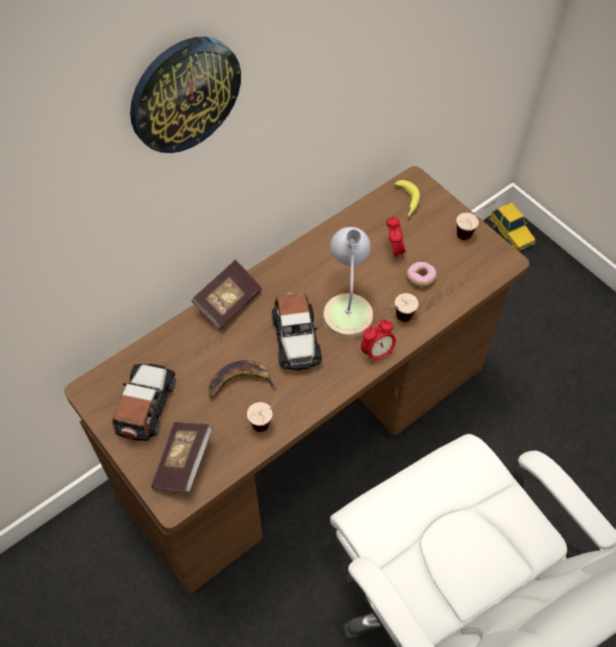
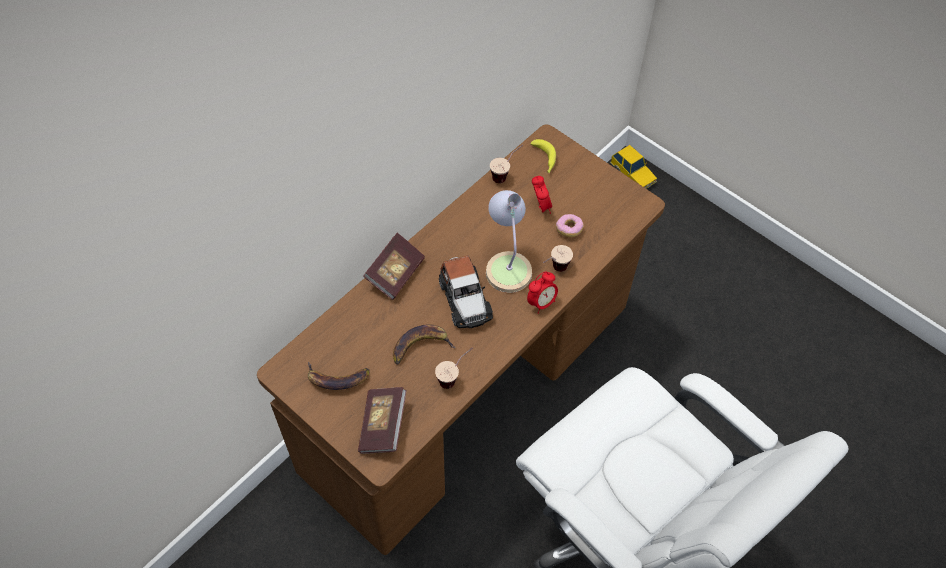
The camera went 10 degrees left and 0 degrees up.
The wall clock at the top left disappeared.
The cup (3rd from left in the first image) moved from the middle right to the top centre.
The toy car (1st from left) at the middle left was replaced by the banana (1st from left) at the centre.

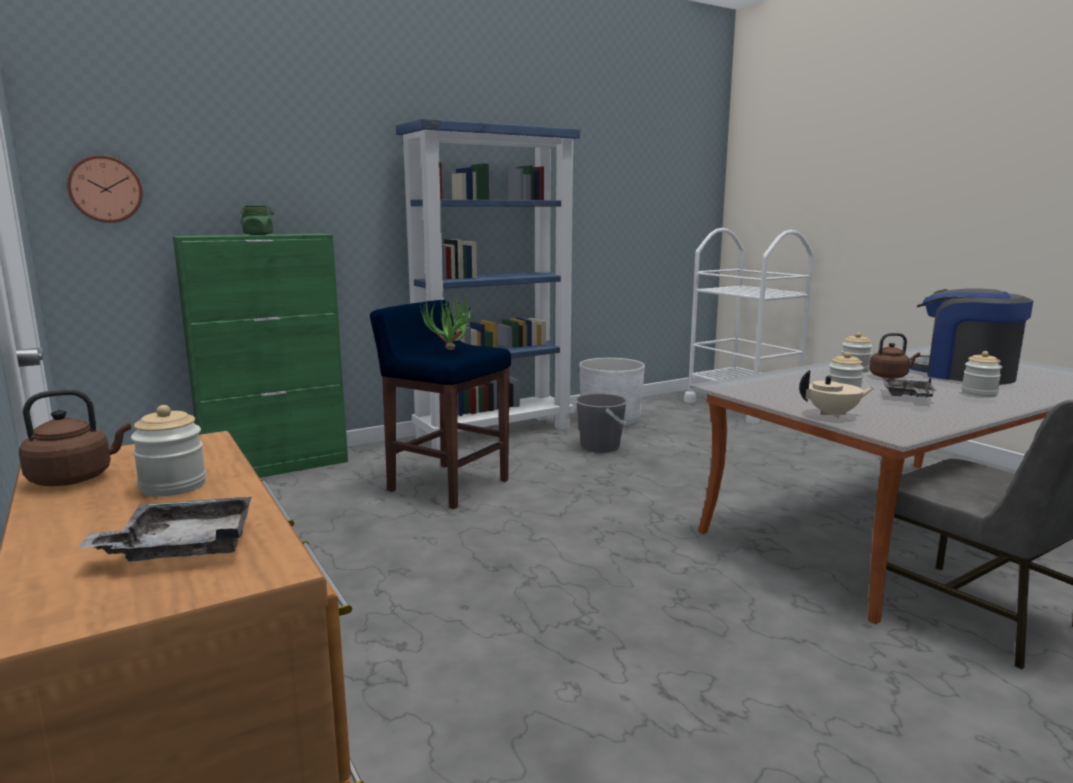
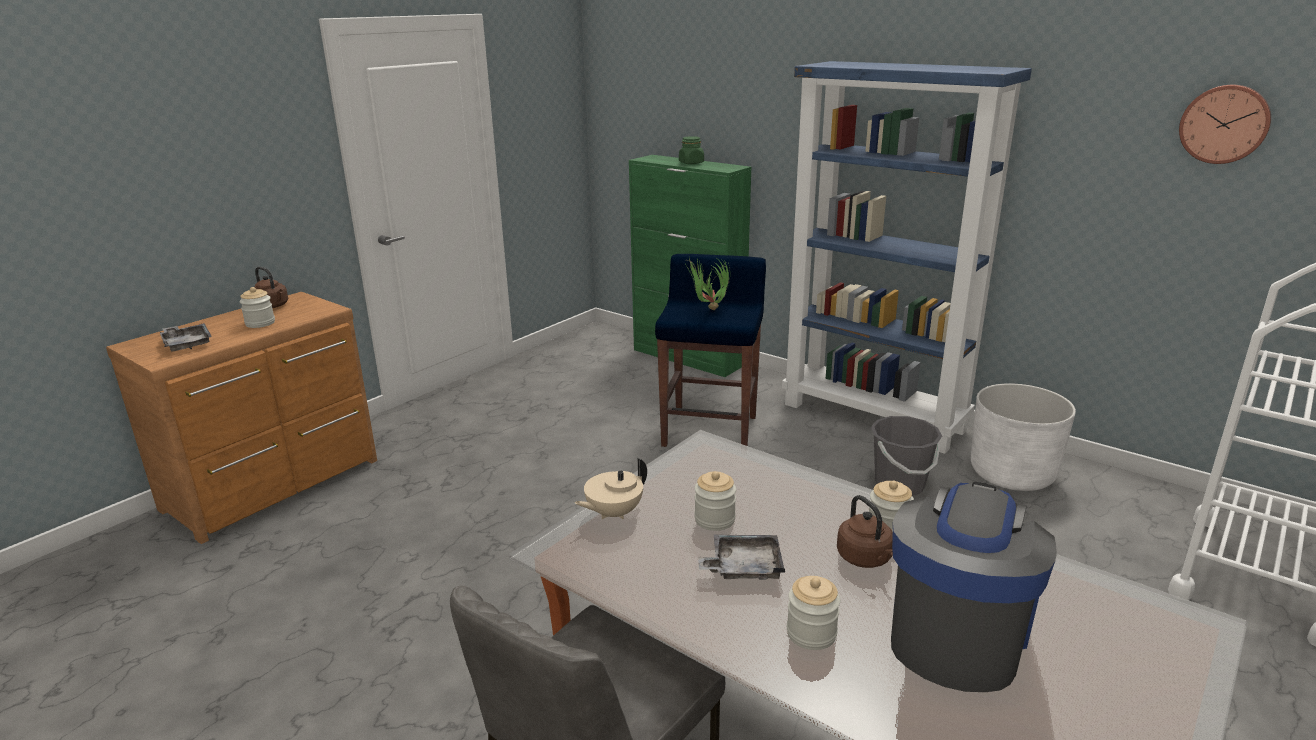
The camera went 70 degrees right and 10 degrees up.
The wall clock moved from the top left to the top right.
The teapot in beige at the middle right turned 75 degrees clockwise.

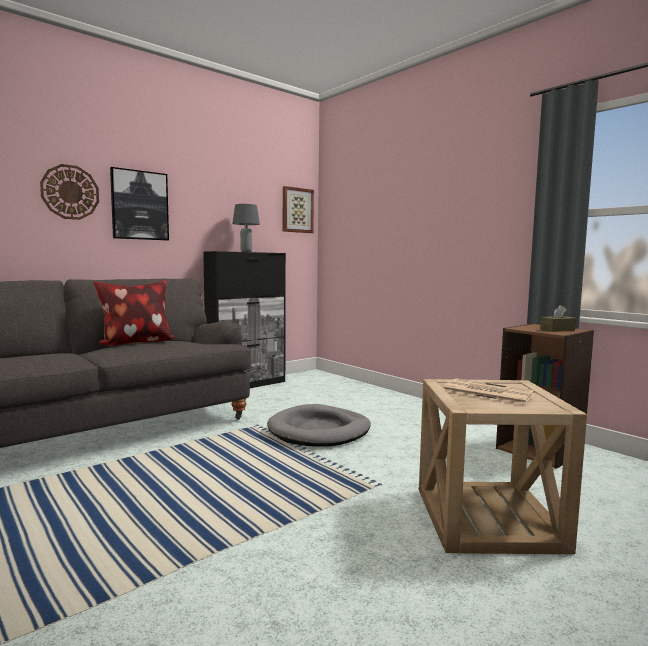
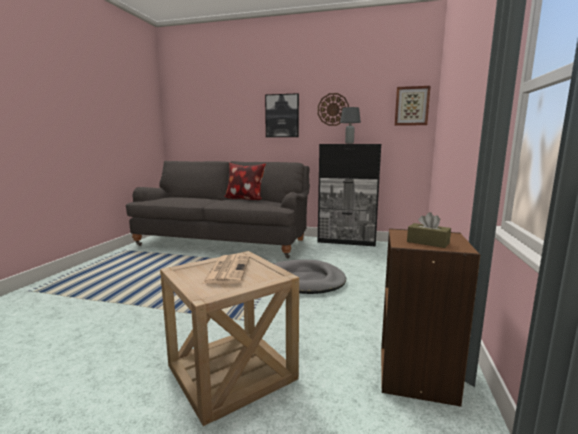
The camera went 55 degrees right and 5 degrees up.
The wall clock moved from the top left to the top centre.

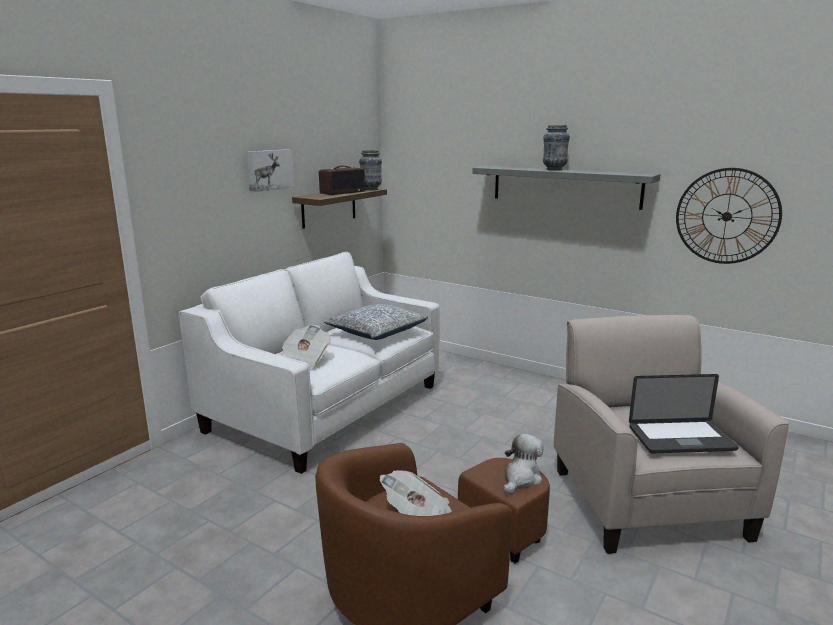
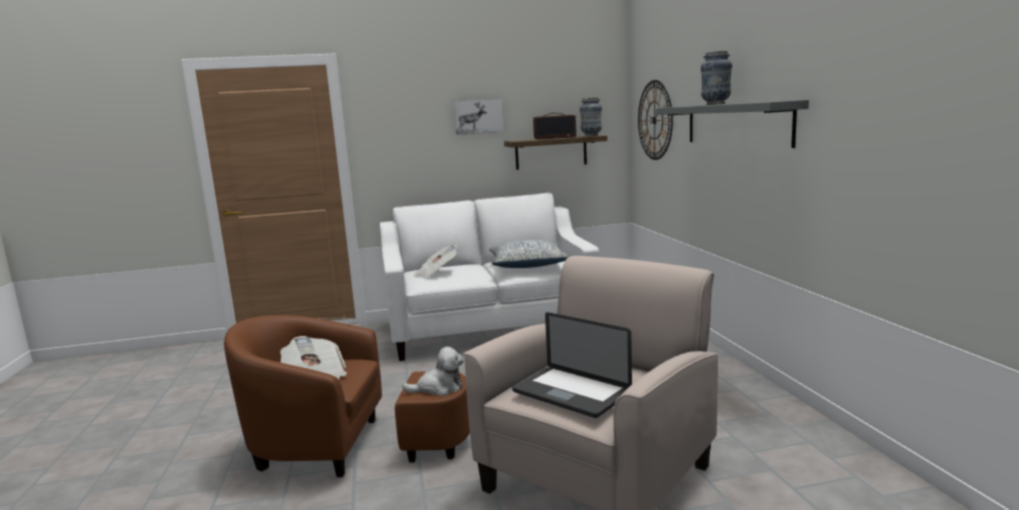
The camera went 45 degrees right and 5 degrees down.
The wall clock moved from the middle right to the top centre.

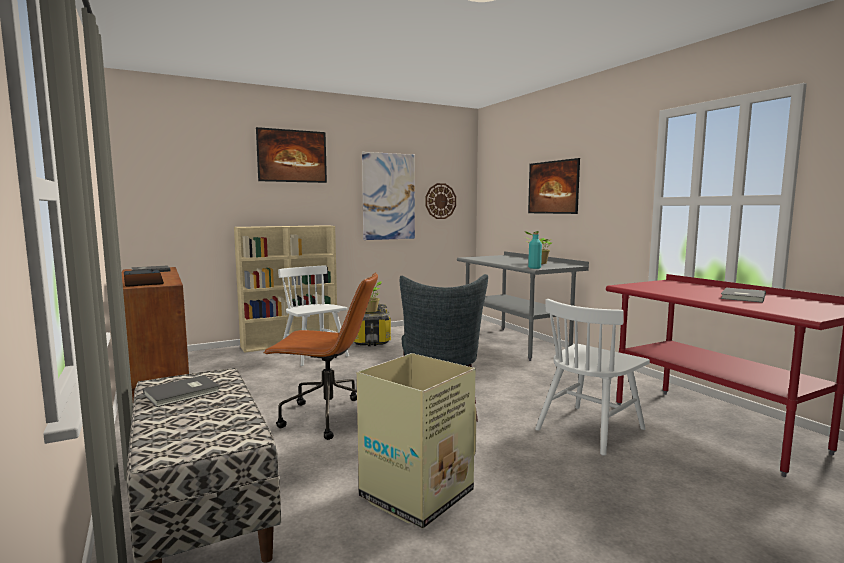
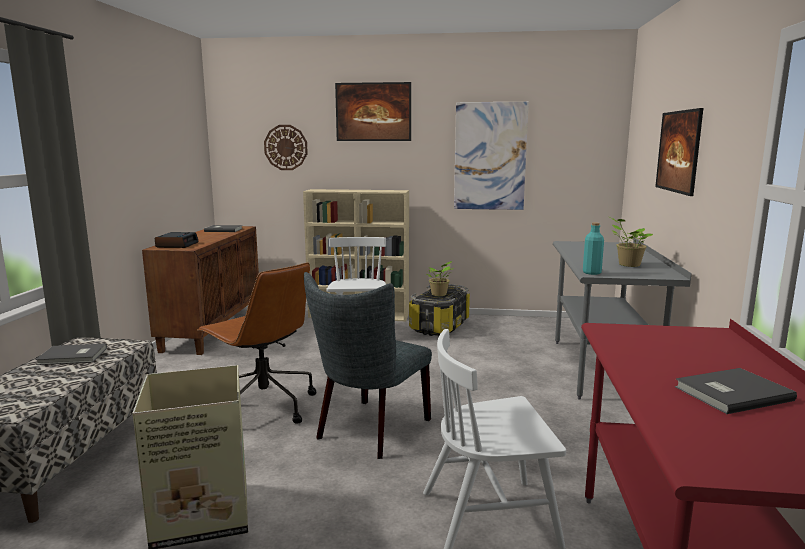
The camera went 35 degrees right and 5 degrees up.
The wall clock moved from the centre to the top centre.

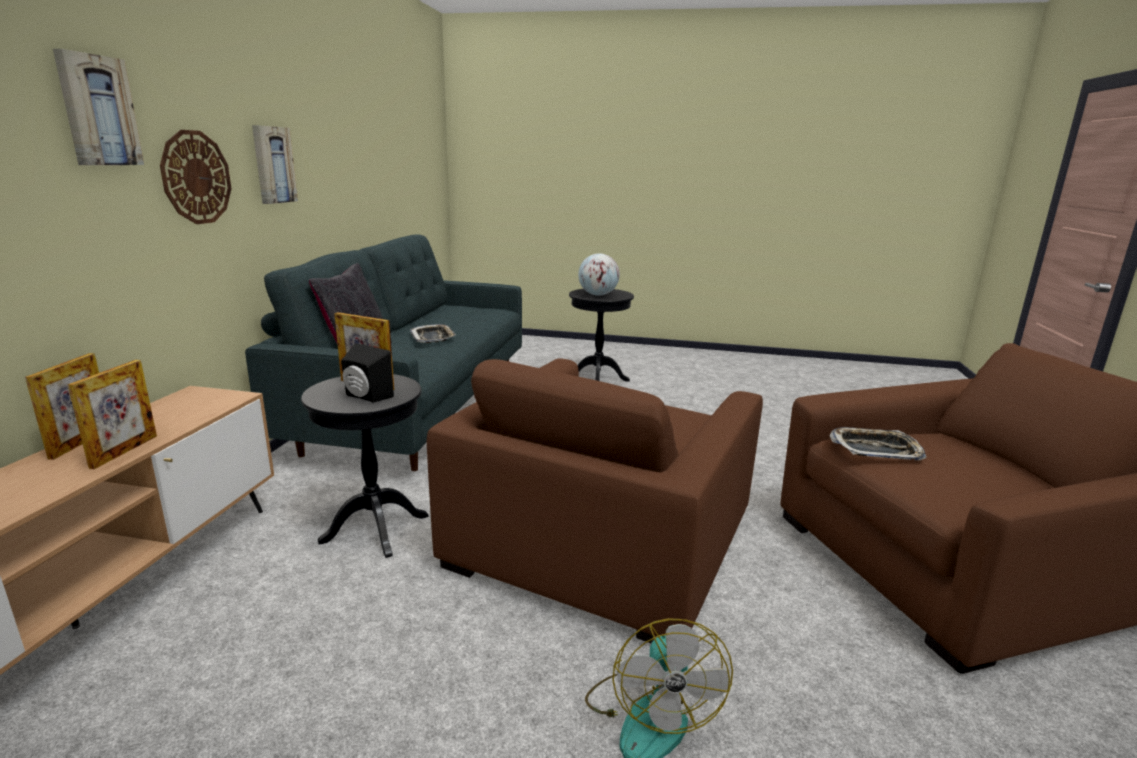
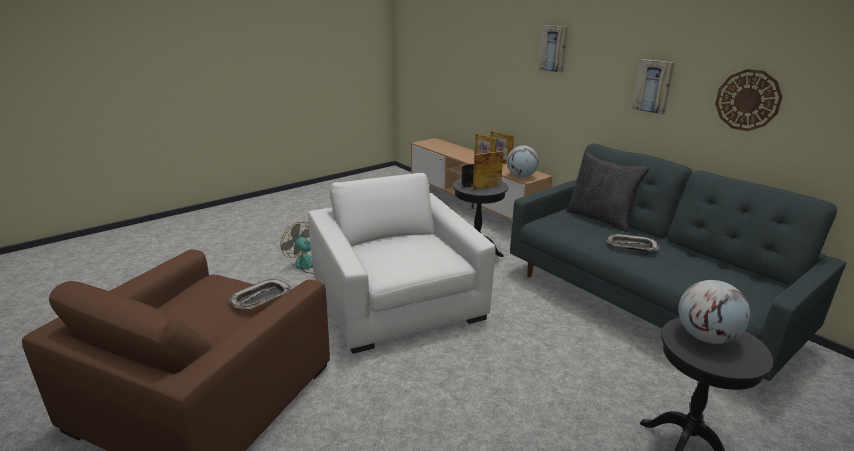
The camera went 130 degrees right and 5 degrees up.
The globe (1st from left) at the centre appeared.
The wall clock moved from the top left to the top right.
The armchair in brown (1st from left) at the centre became the armchair in white at the centre.

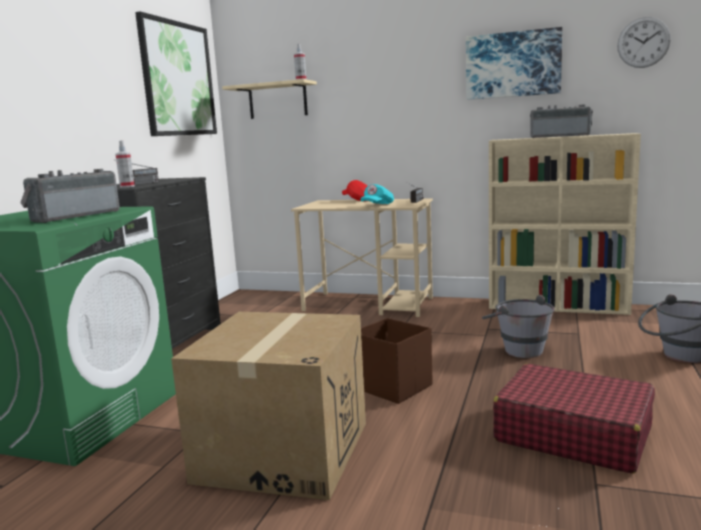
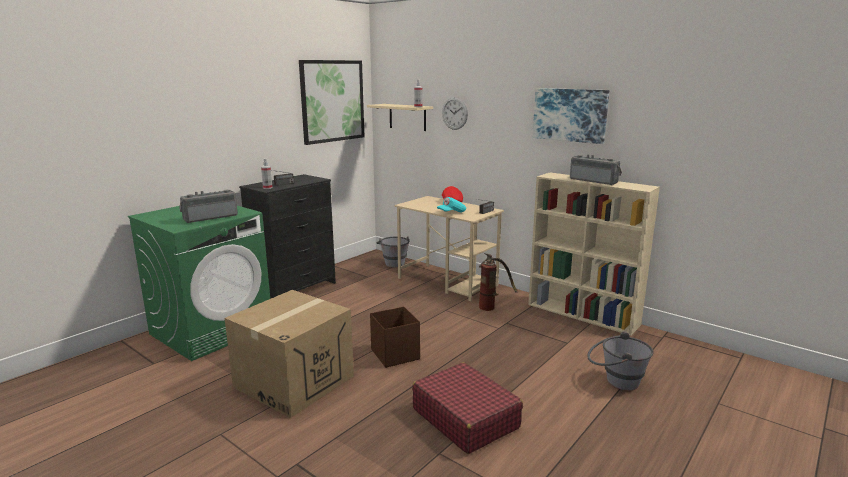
The camera went 20 degrees right and 5 degrees up.
The fire extinguisher at the centre appeared.
The bucket in grey (1st from left) moved from the middle right to the centre.
The wall clock moved from the top right to the top centre.

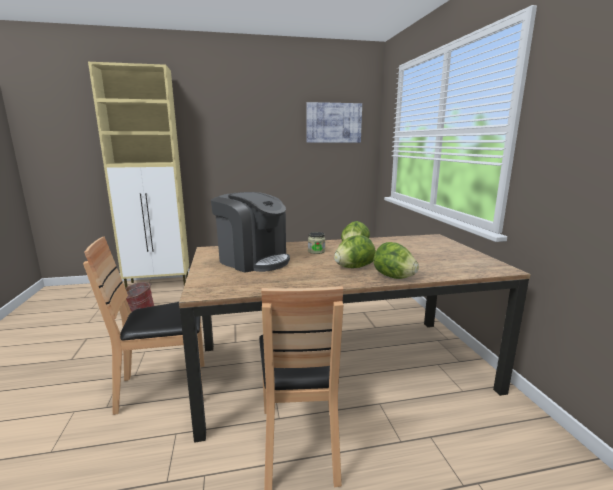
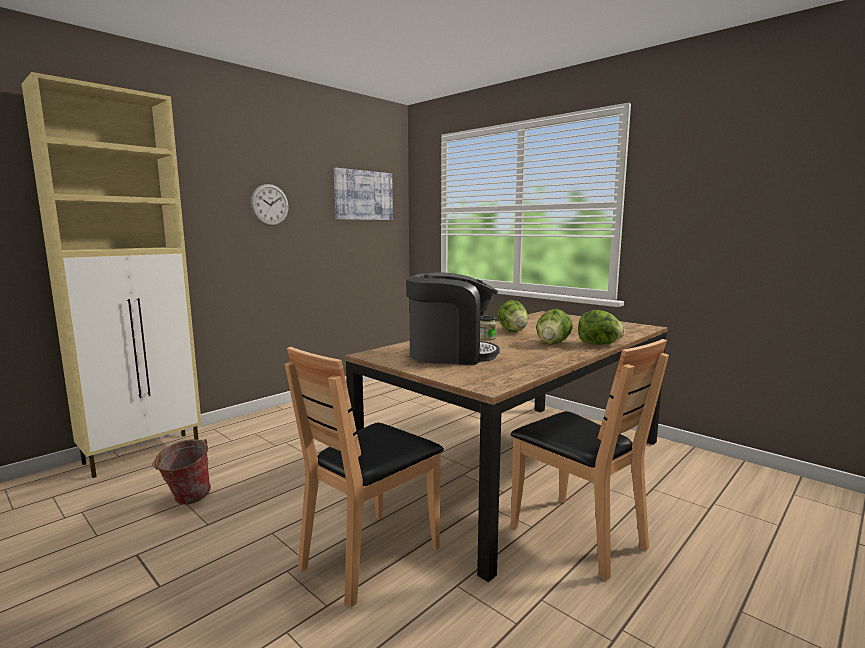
The camera went 35 degrees left and 5 degrees down.
The wall clock at the top left appeared.

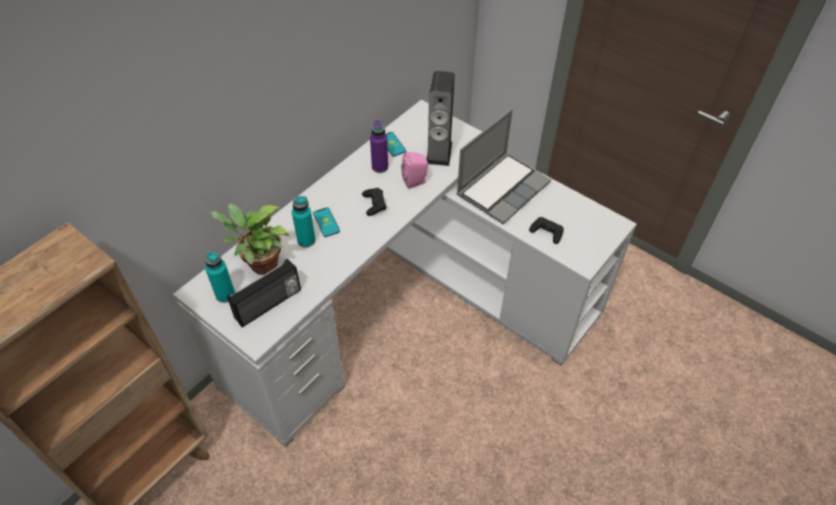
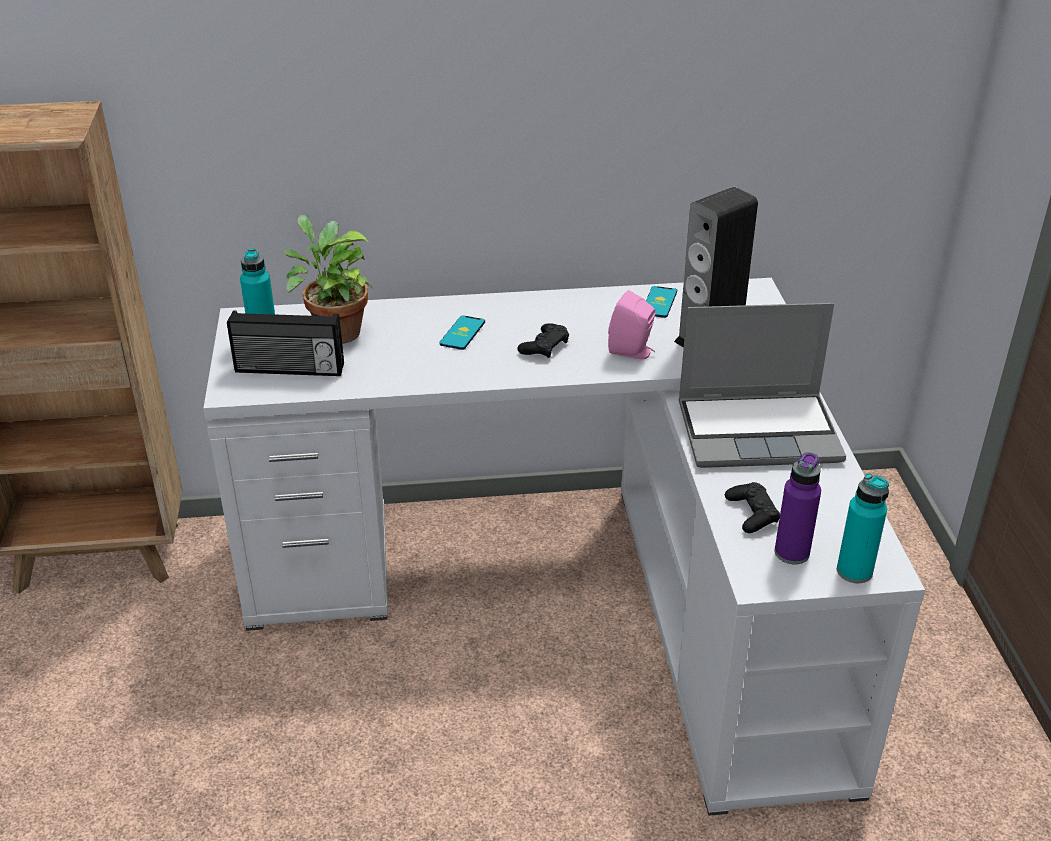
The camera went 45 degrees right and 15 degrees down.
The bottle in turquoise (2nd from left) moved from the centre to the middle right.
The bottle in purple moved from the top centre to the middle right.

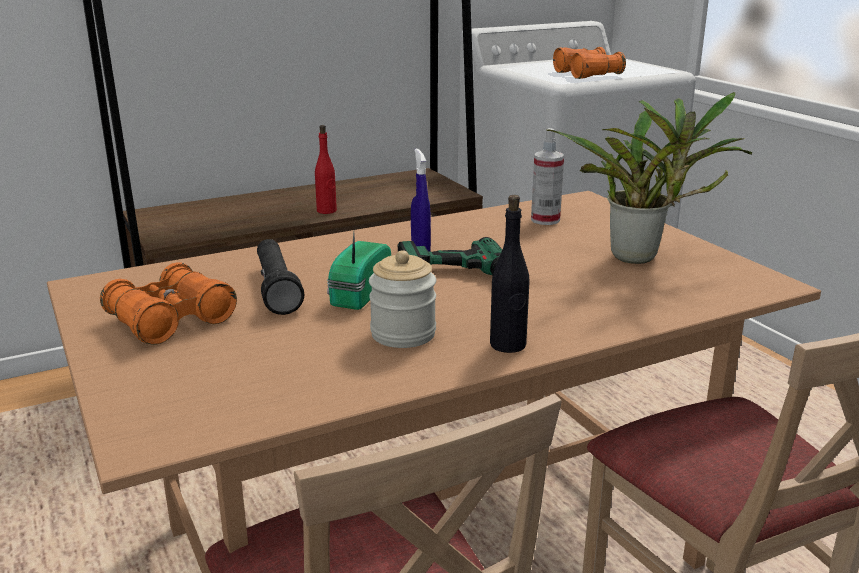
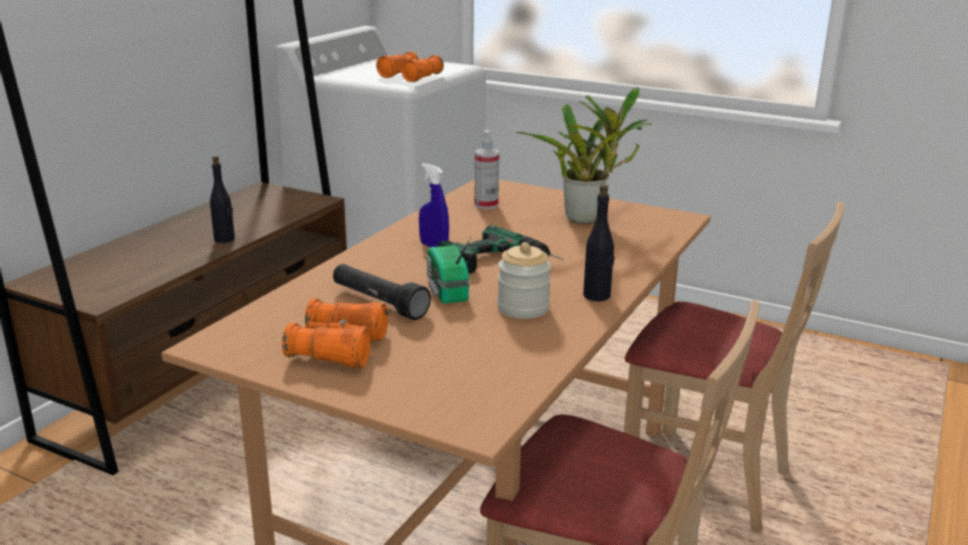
The camera went 35 degrees left and 0 degrees up.
The bottle in red at the top centre became the bottle in black (1st from left) at the middle left.

